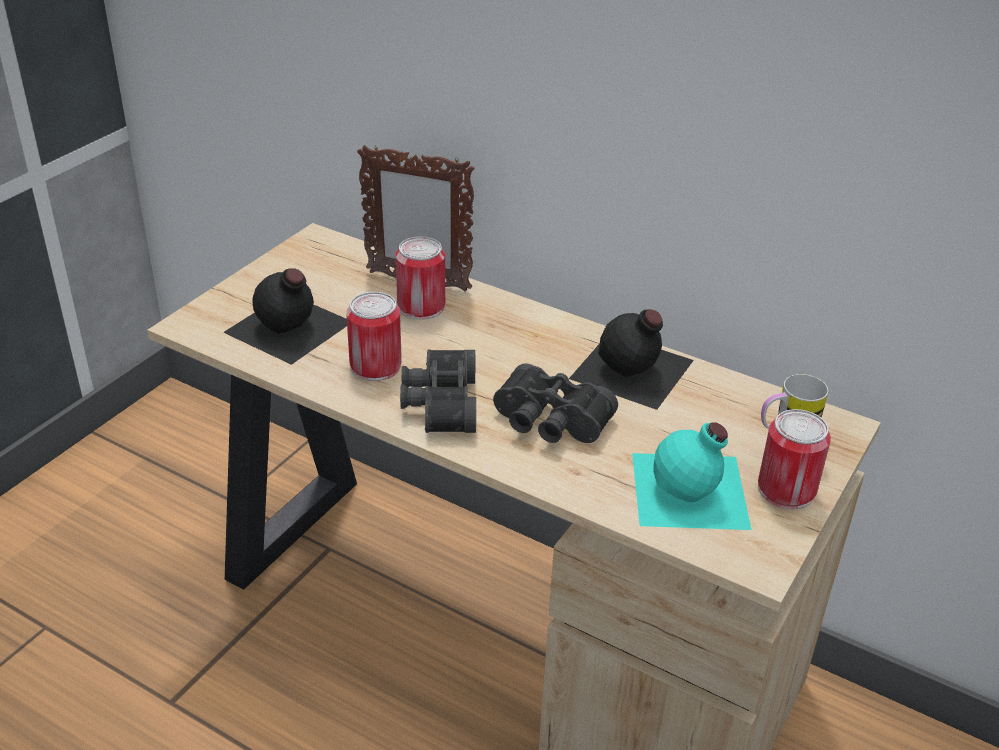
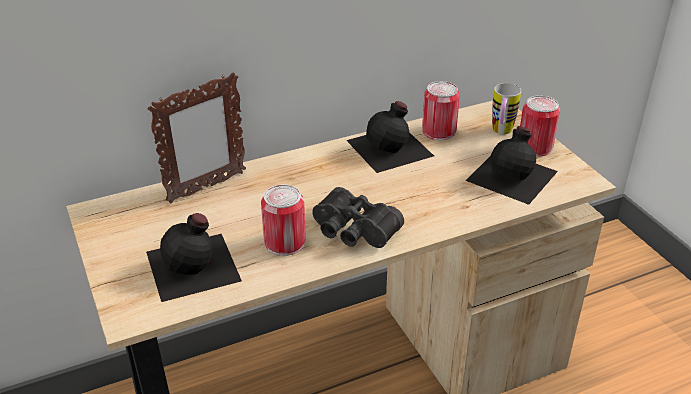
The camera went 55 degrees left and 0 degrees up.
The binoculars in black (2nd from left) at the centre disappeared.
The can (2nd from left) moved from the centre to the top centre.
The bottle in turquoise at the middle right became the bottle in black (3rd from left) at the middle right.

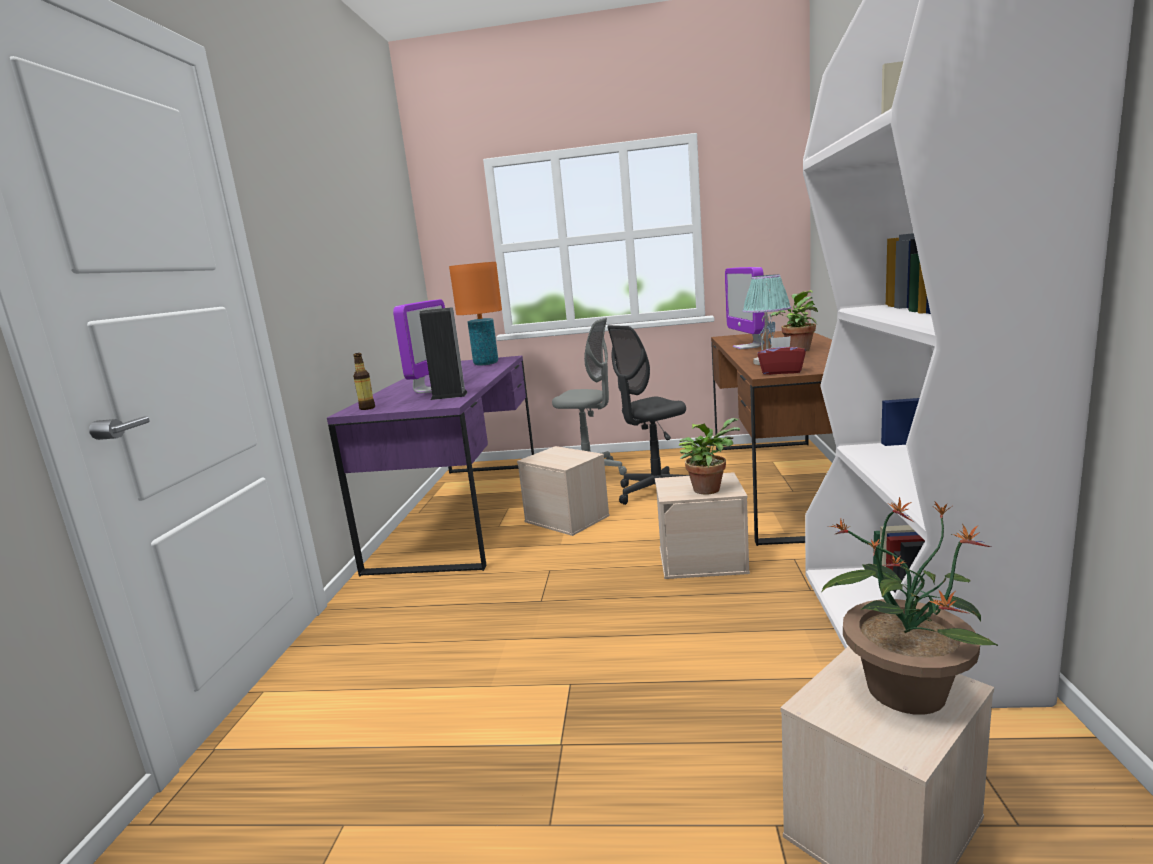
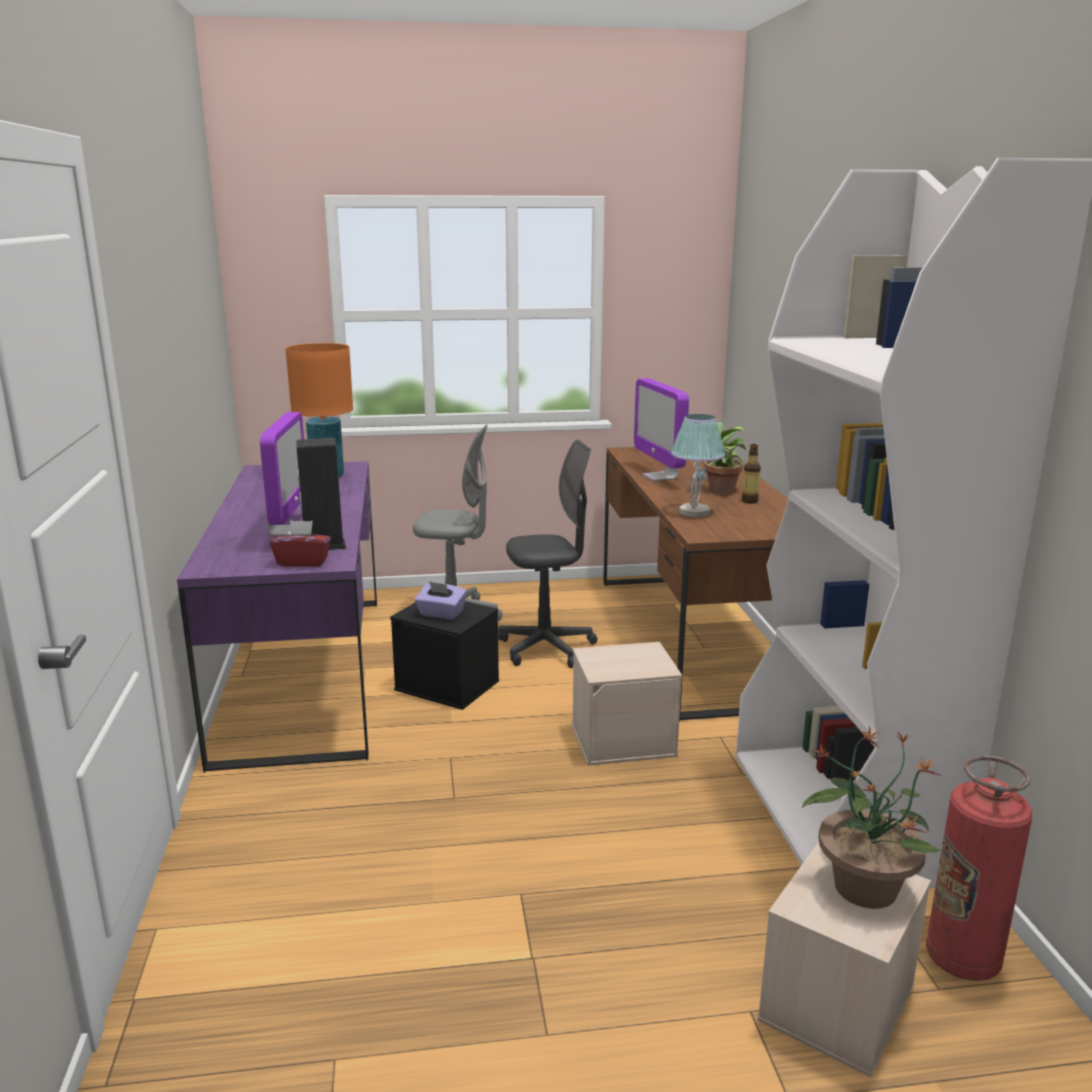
The camera went 15 degrees left and 5 degrees up.
The potted plant (1st from left) at the centre disappeared.
The tissue box in purple at the centre appeared.
The fire extinguisher at the bottom right appeared.
The bottle moved from the middle left to the middle right.
The tissue box in red moved from the middle right to the middle left.
The storage box in beige (1st from left) at the centre became the storage box in black at the centre.
The office chair in grey (2nd from left) at the centre turned 150 degrees counterclockwise.

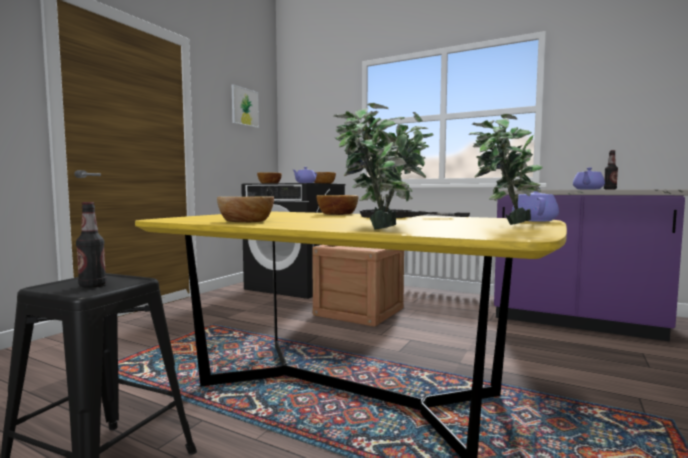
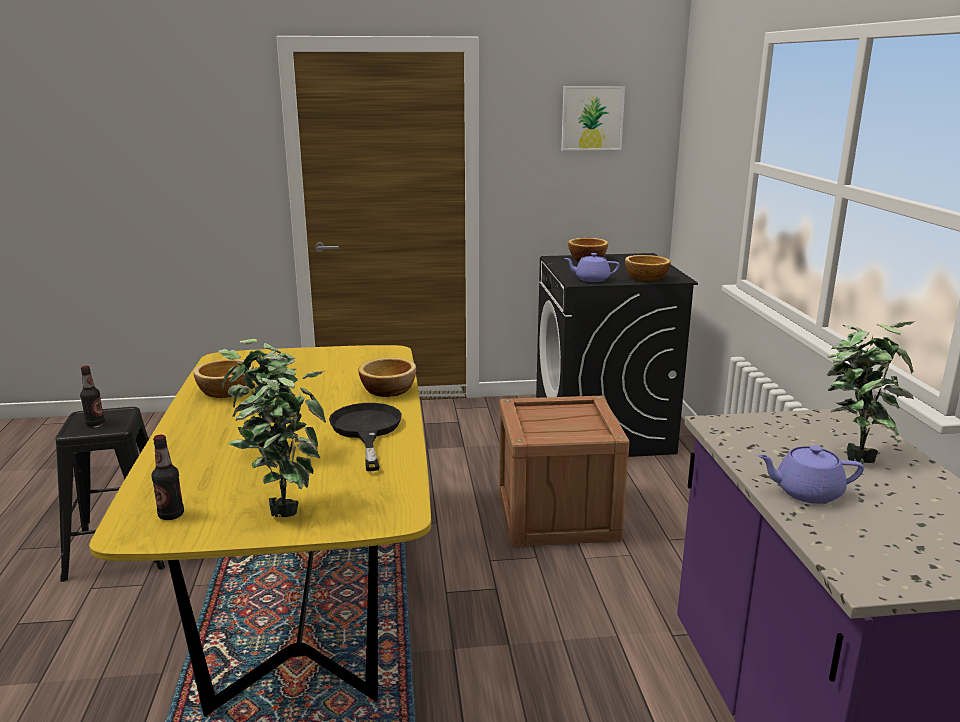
The camera went 55 degrees right and 15 degrees up.
The teapot in purple (2nd from left) at the middle right disappeared.
The potted plant (1st from left in the first image) moved from the centre to the middle right.
The bottle (2nd from left) moved from the middle right to the middle left.

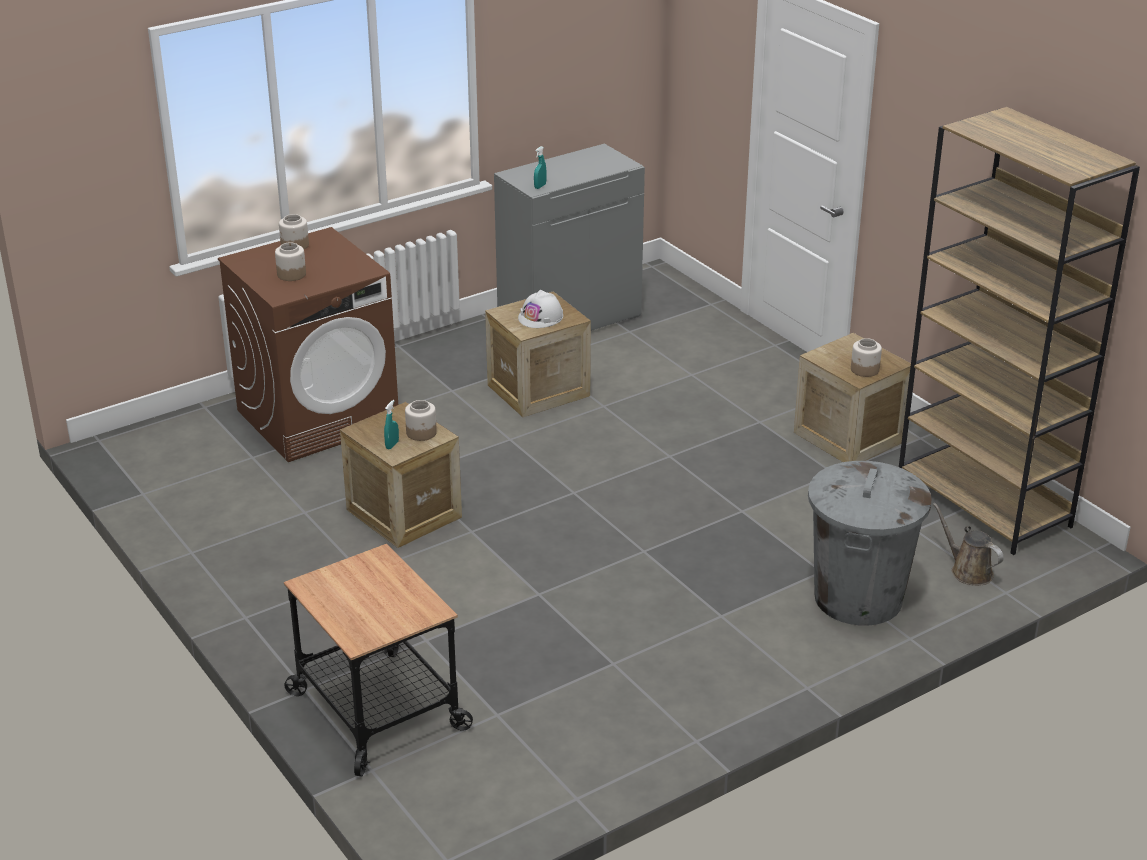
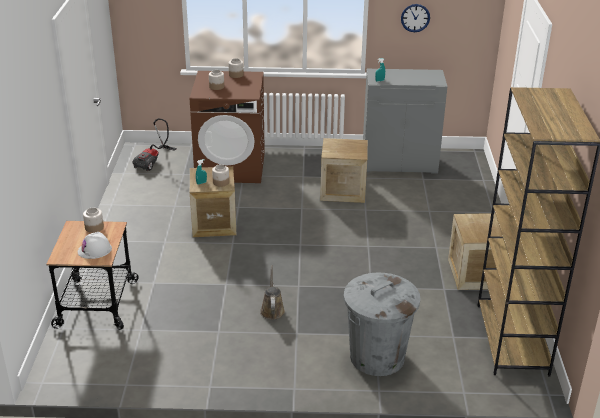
The camera went 35 degrees right and 0 degrees up.
The vacuum cleaner at the middle left appeared.
The wall clock at the top right appeared.
The hard hat in white moved from the centre to the middle left.
The jar (4th from left in the first image) moved from the middle right to the middle left.
The watering can in brown moved from the middle right to the bottom centre.

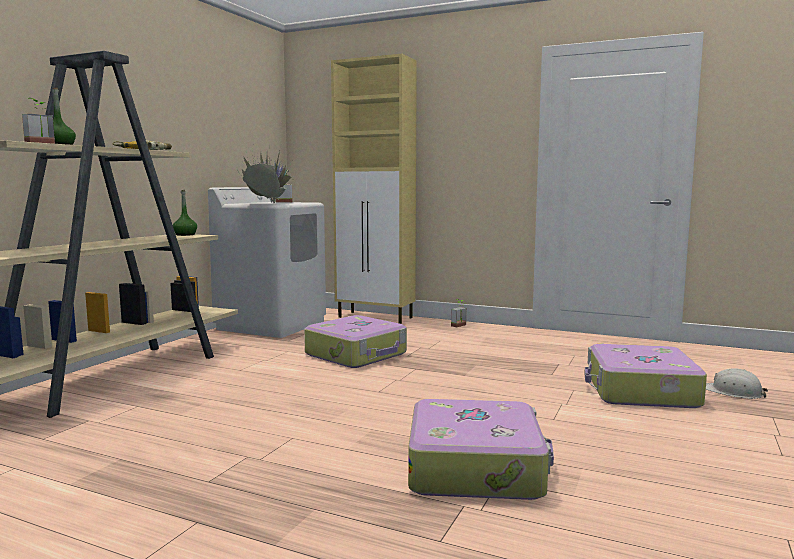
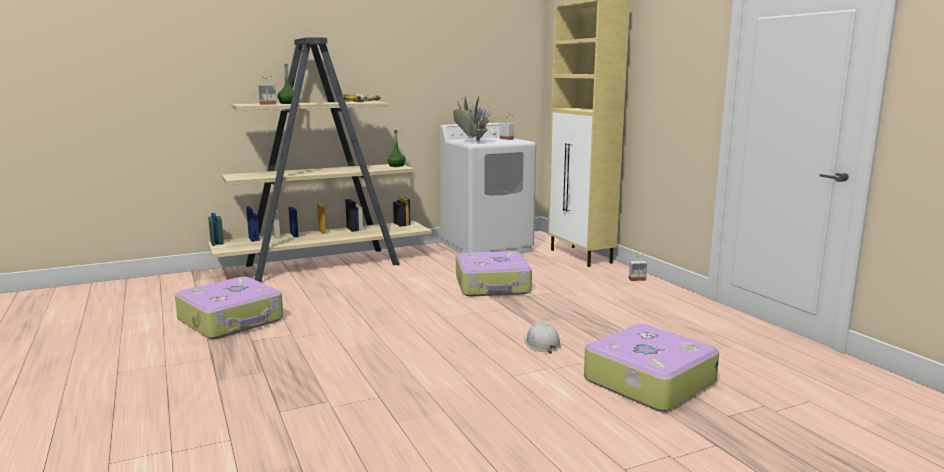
The camera went 40 degrees right and 5 degrees up.
The suitcase (2nd from left in the first image) moved from the bottom centre to the middle left.
The hard hat in white moved from the bottom right to the bottom centre.

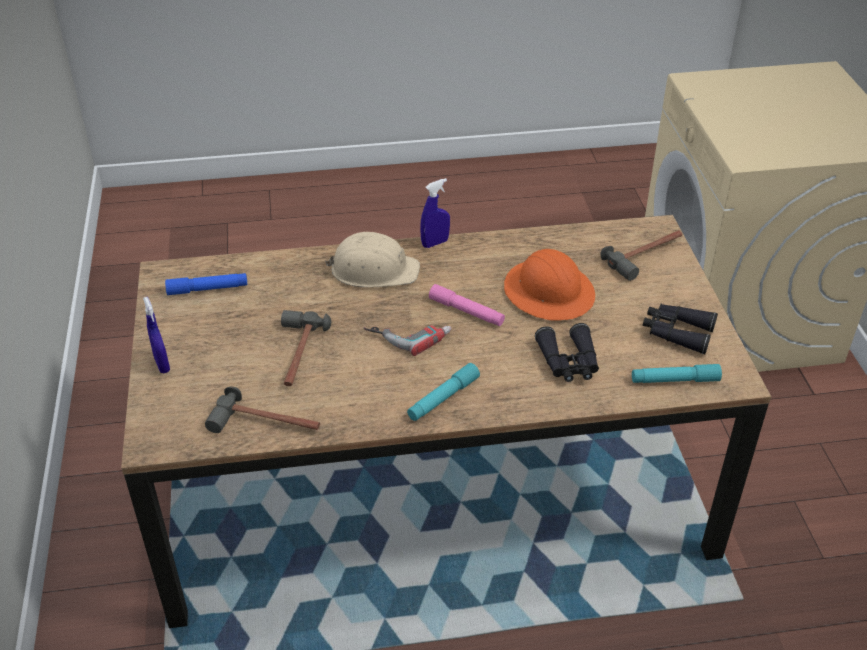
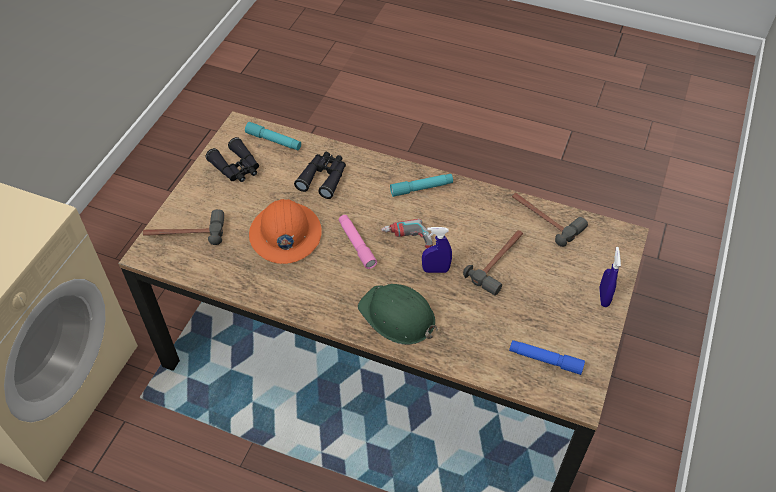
The camera went 150 degrees left and 10 degrees up.
The spray bottle in blue (2nd from left in the first image) moved from the top centre to the centre.
The hard hat in beige at the centre became the hard hat in green at the centre.

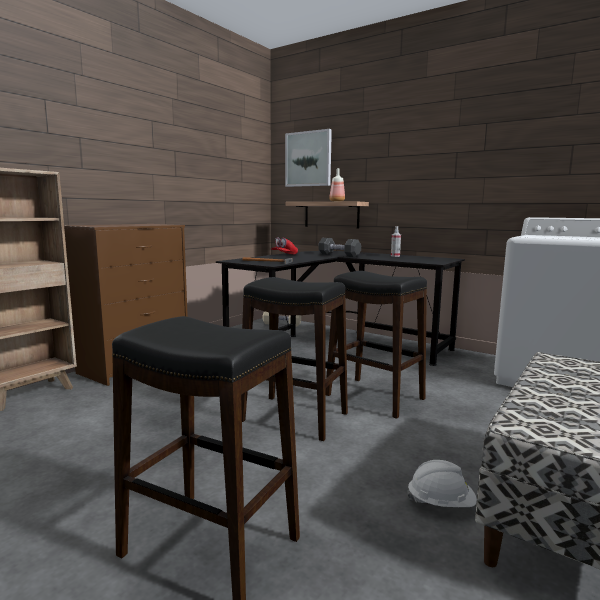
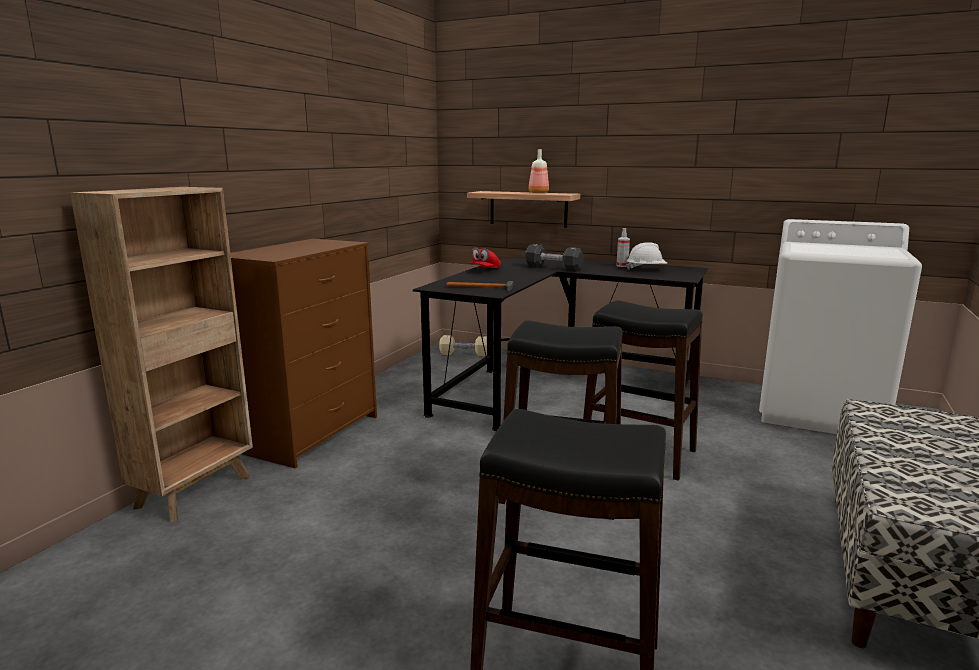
The camera went 10 degrees left and 5 degrees up.
The picture at the top centre disappeared.
The hard hat in white moved from the bottom right to the centre.

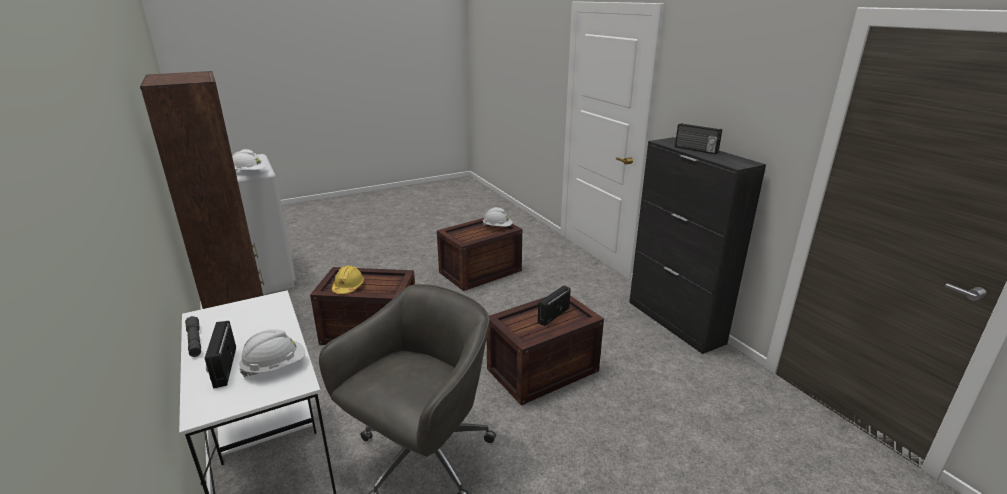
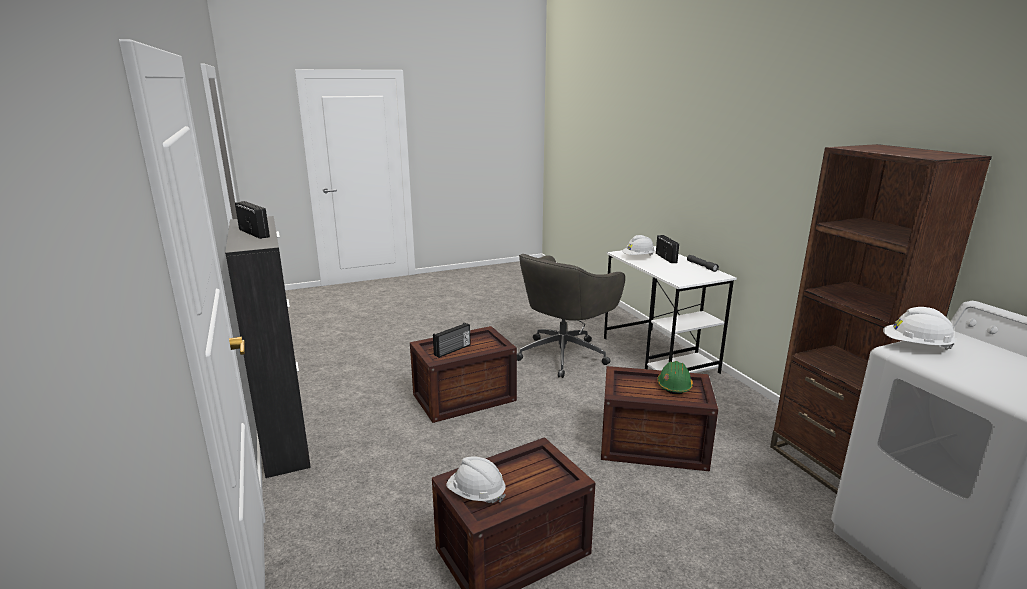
The camera went 175 degrees left and 5 degrees down.
The hard hat in yellow at the centre became the hard hat in green at the centre.

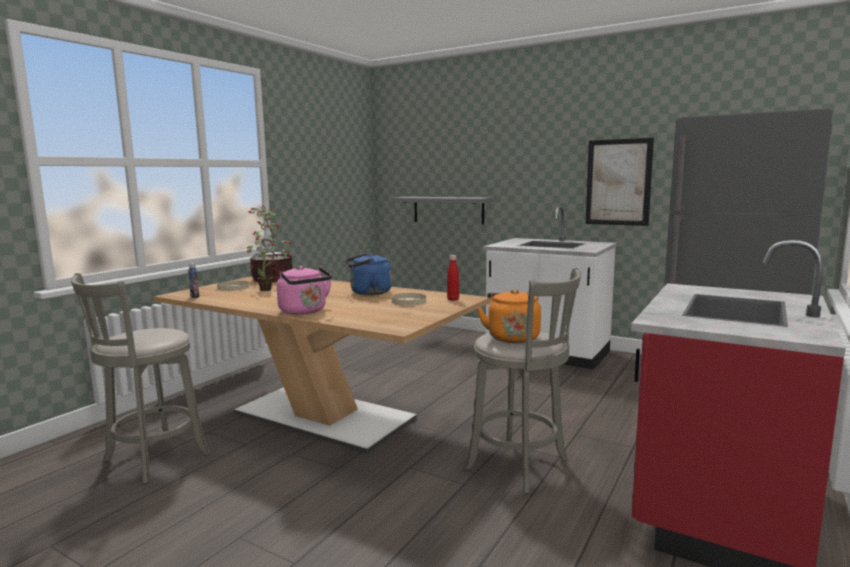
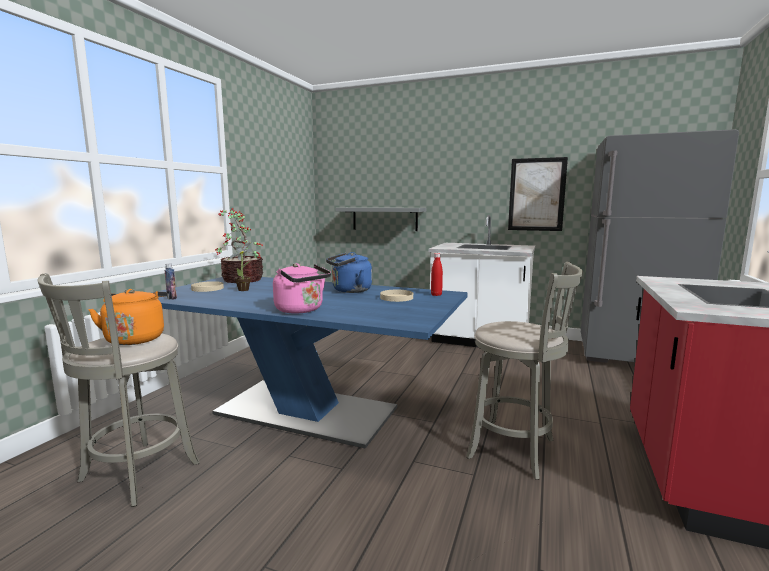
The camera went 10 degrees left and 0 degrees up.
The kettle in orange moved from the centre to the middle left.
The dining table in beige at the centre became the dining table in blue at the centre.

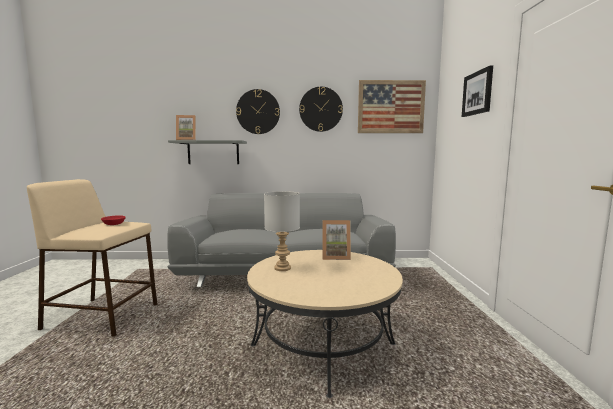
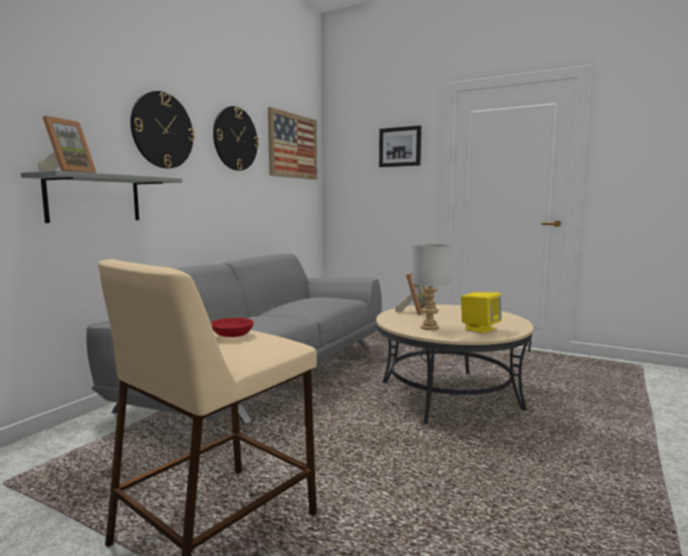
The camera went 60 degrees left and 0 degrees up.
The speaker in yellow at the middle right appeared.

